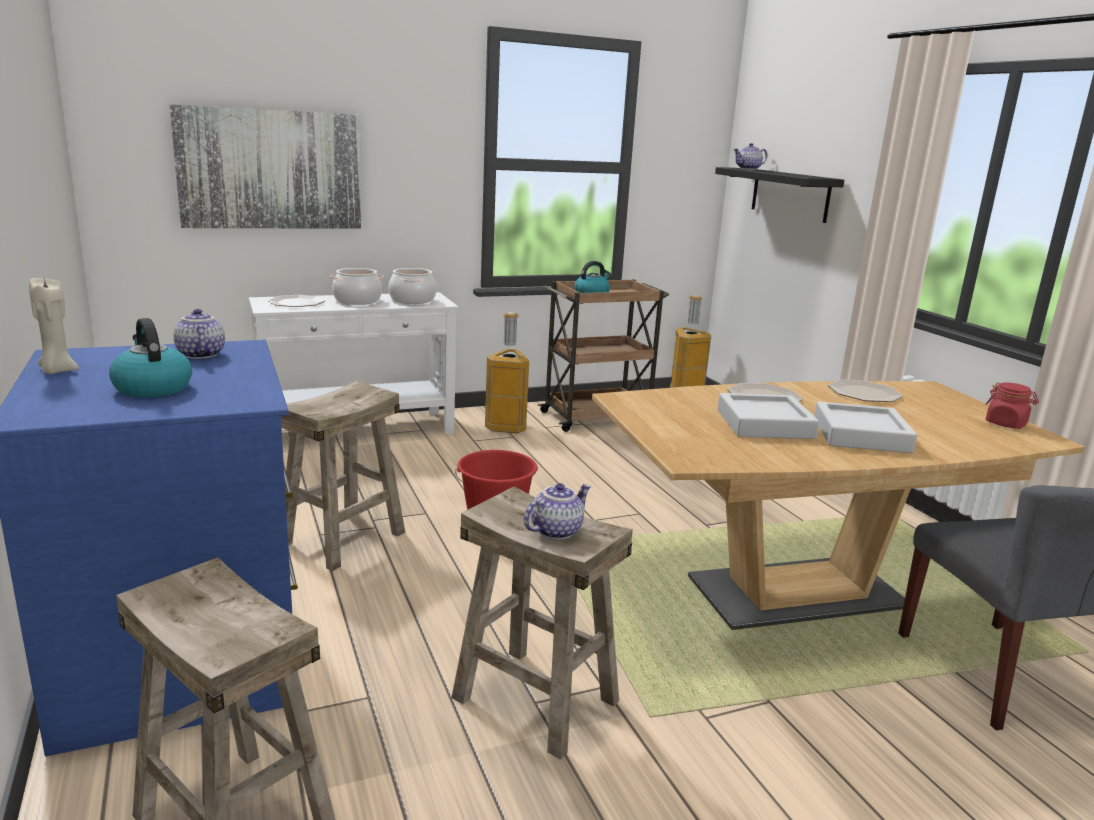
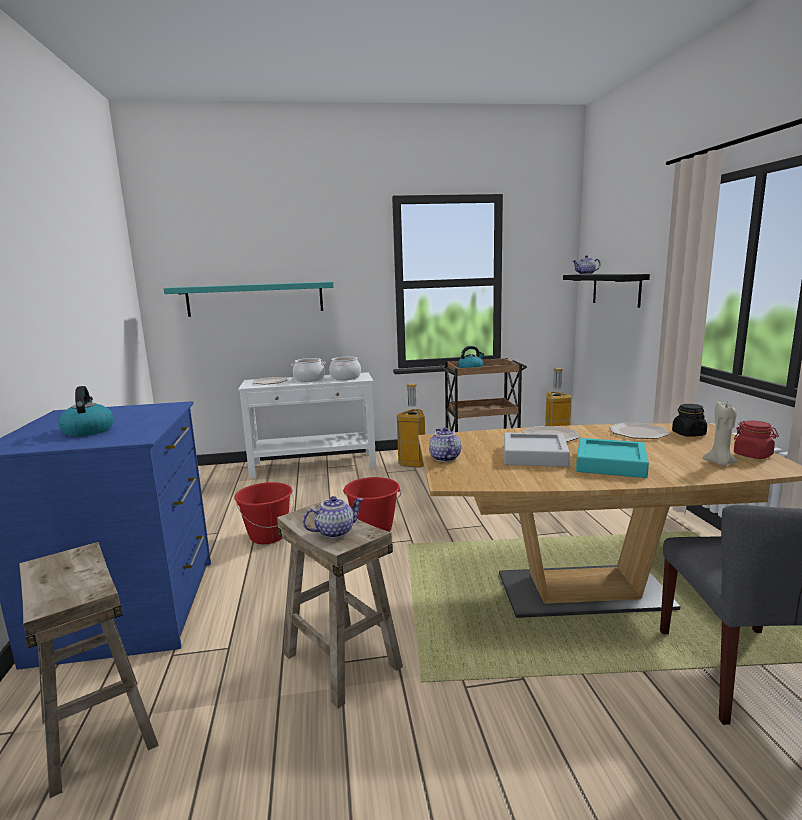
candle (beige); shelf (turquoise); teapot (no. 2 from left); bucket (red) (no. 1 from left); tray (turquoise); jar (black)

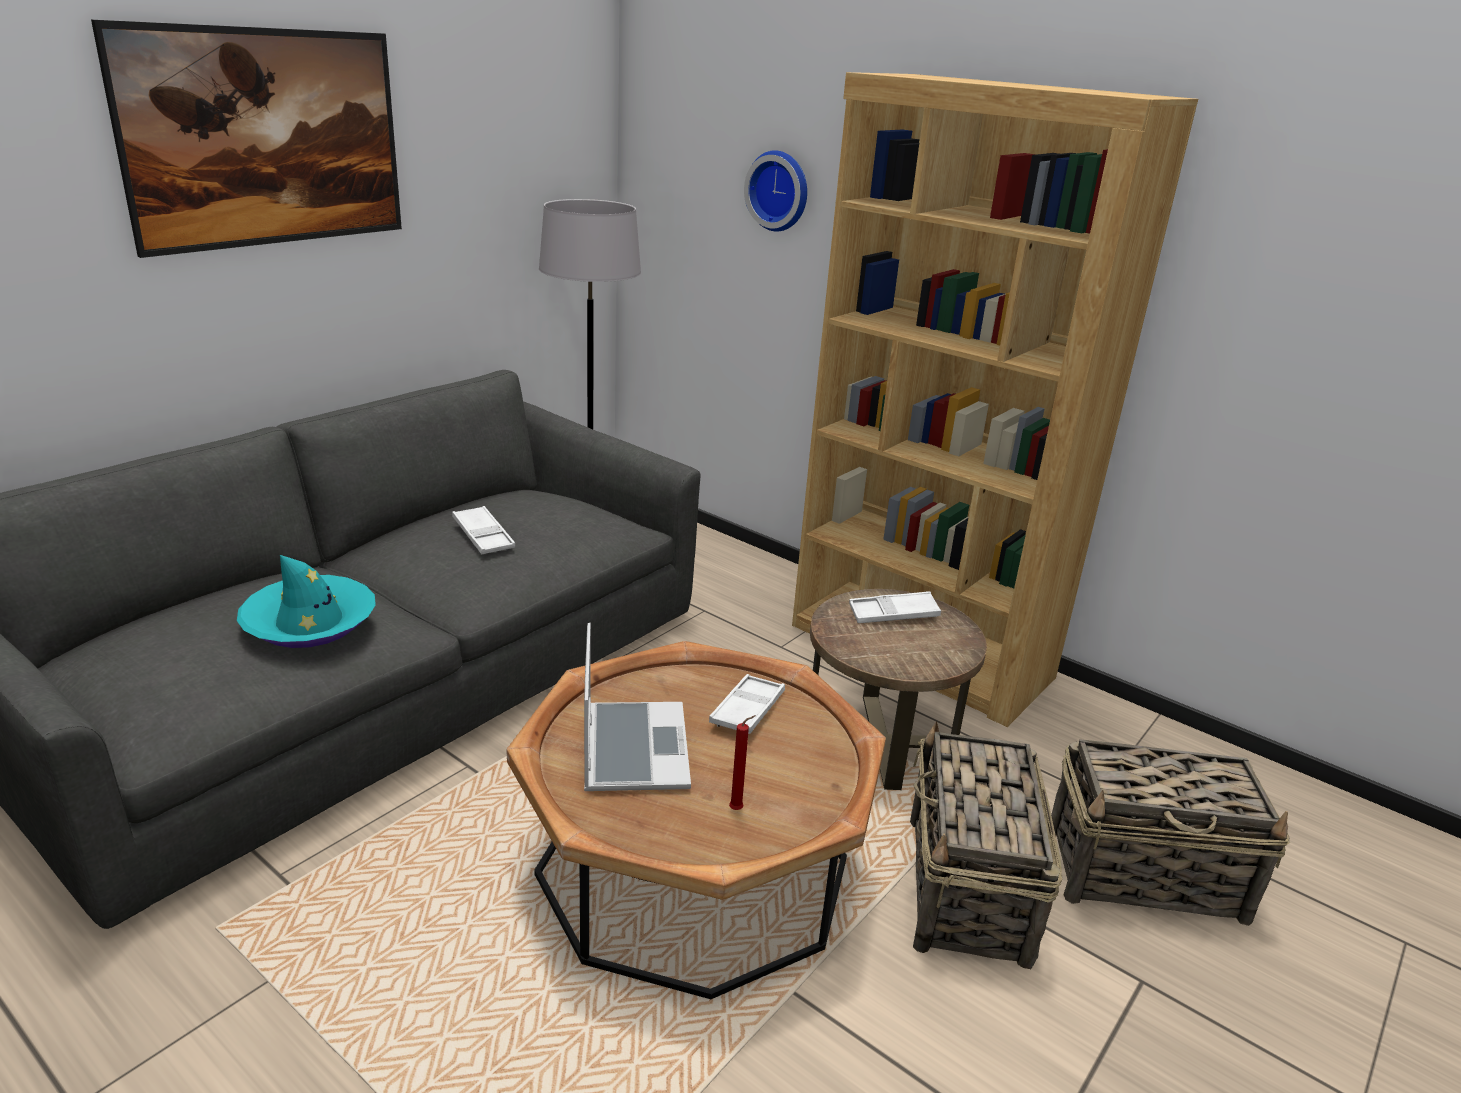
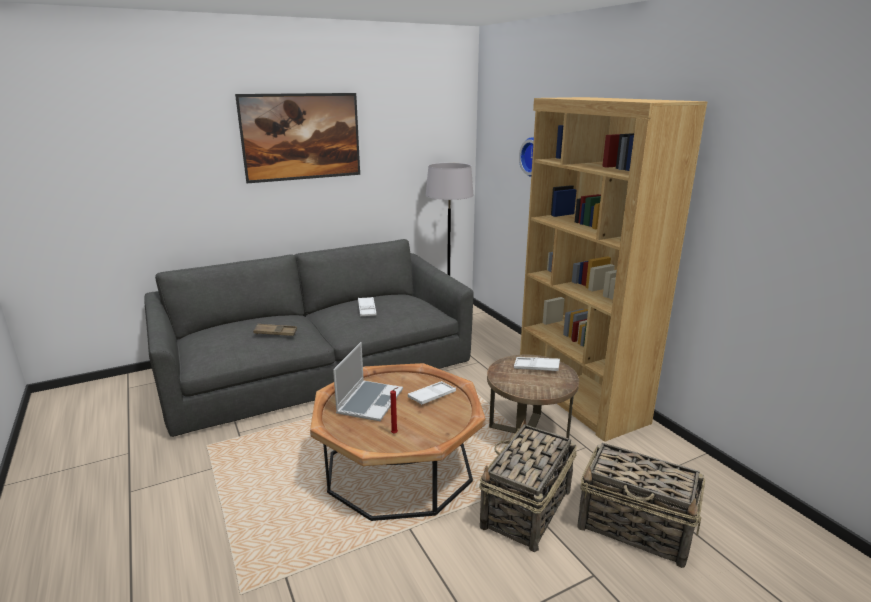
tray (brown)

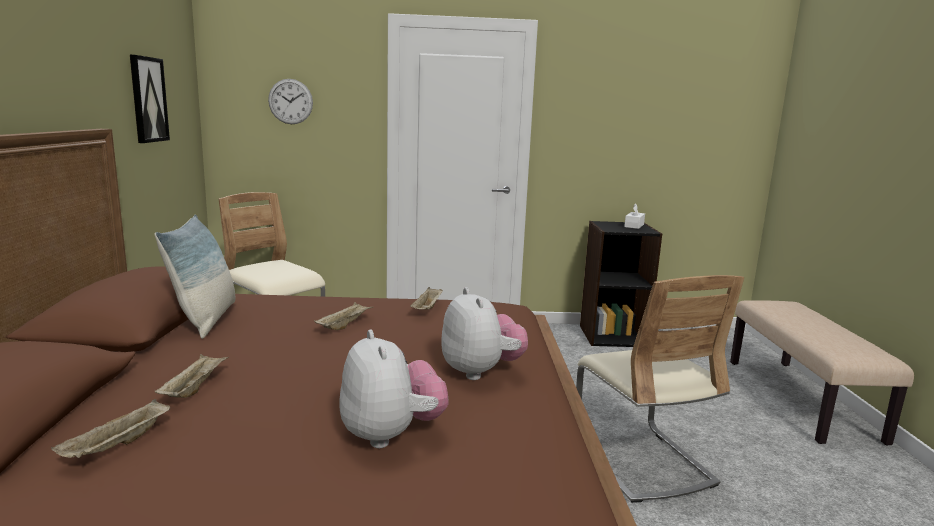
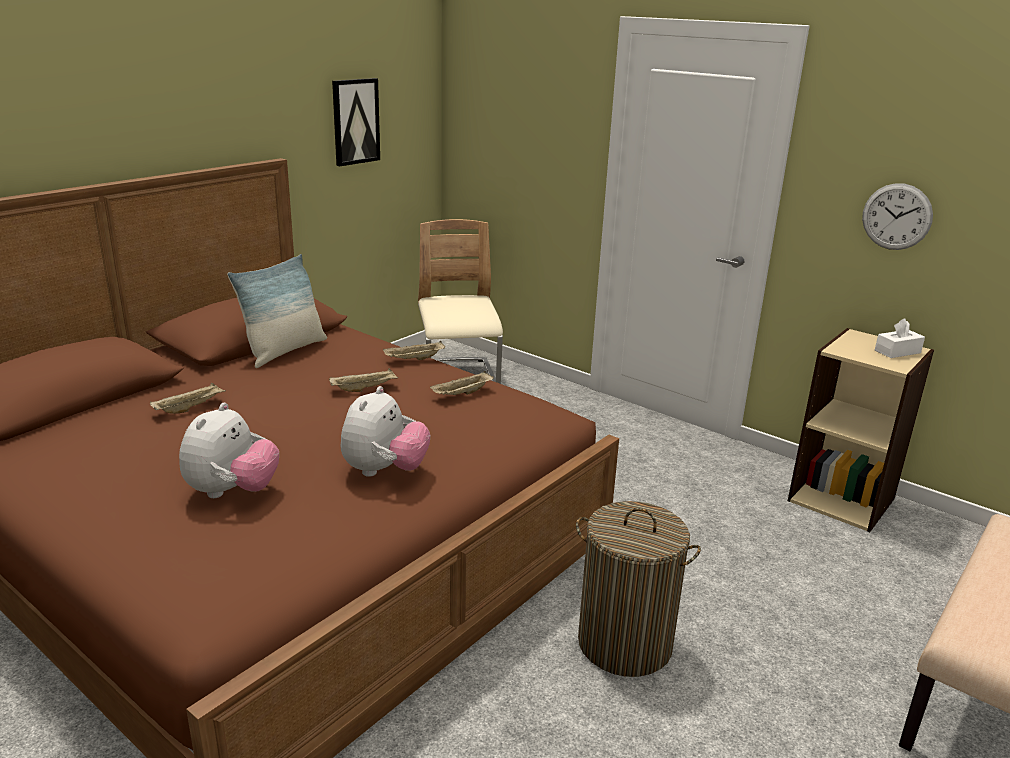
tray (beige) (no. 3 from left); wall clock; laundry basket; bookcase (beige)

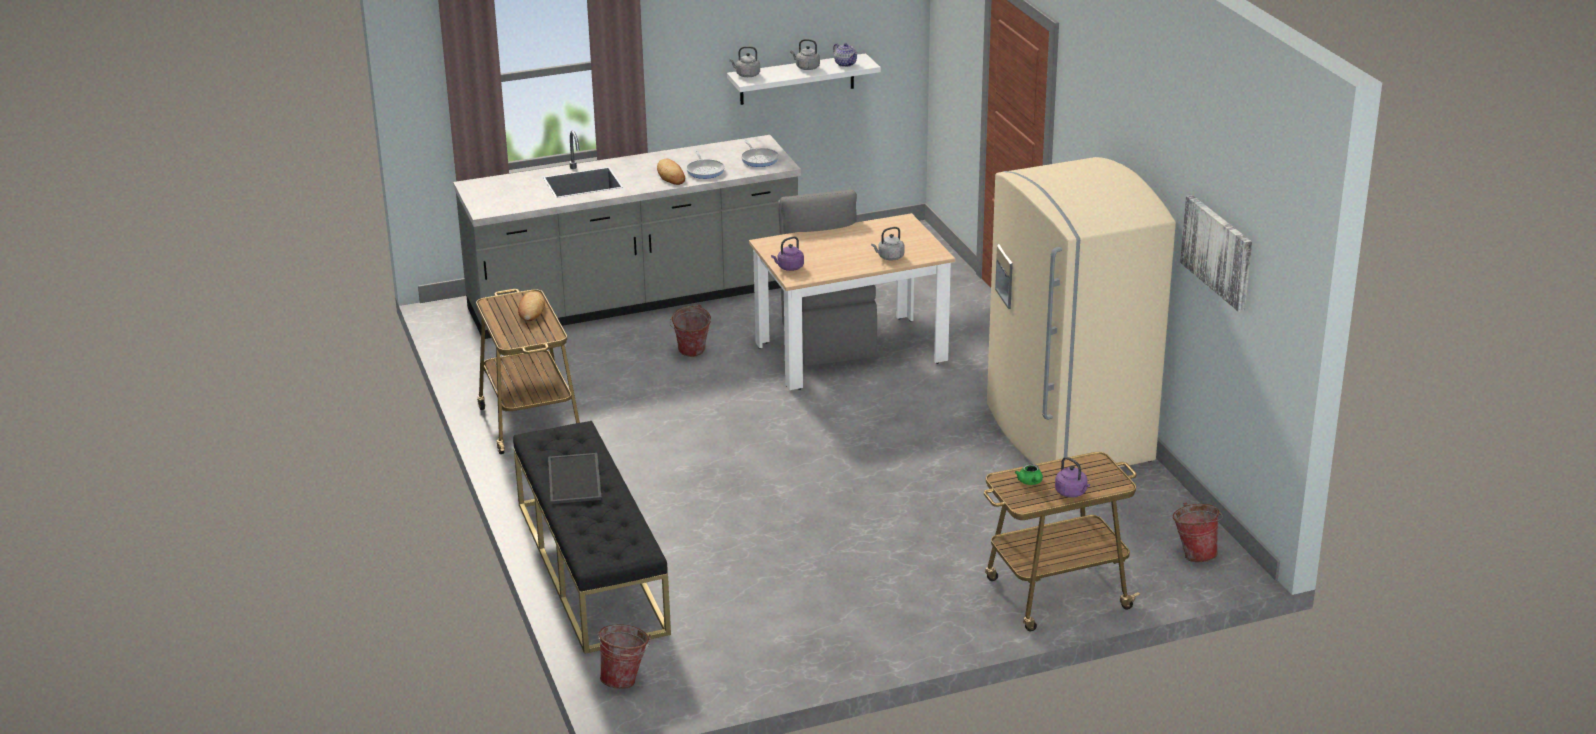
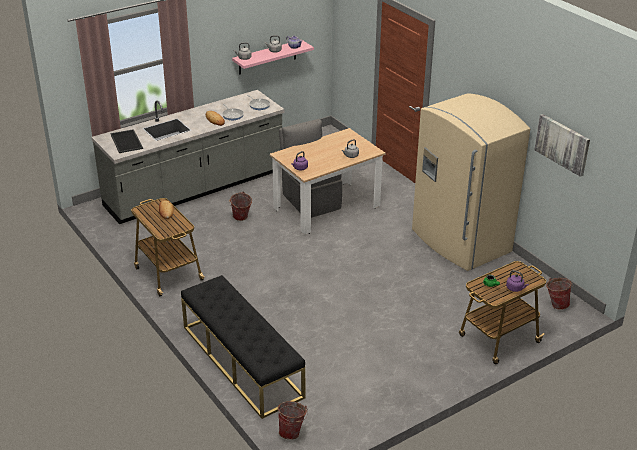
tray; shelf (pink)

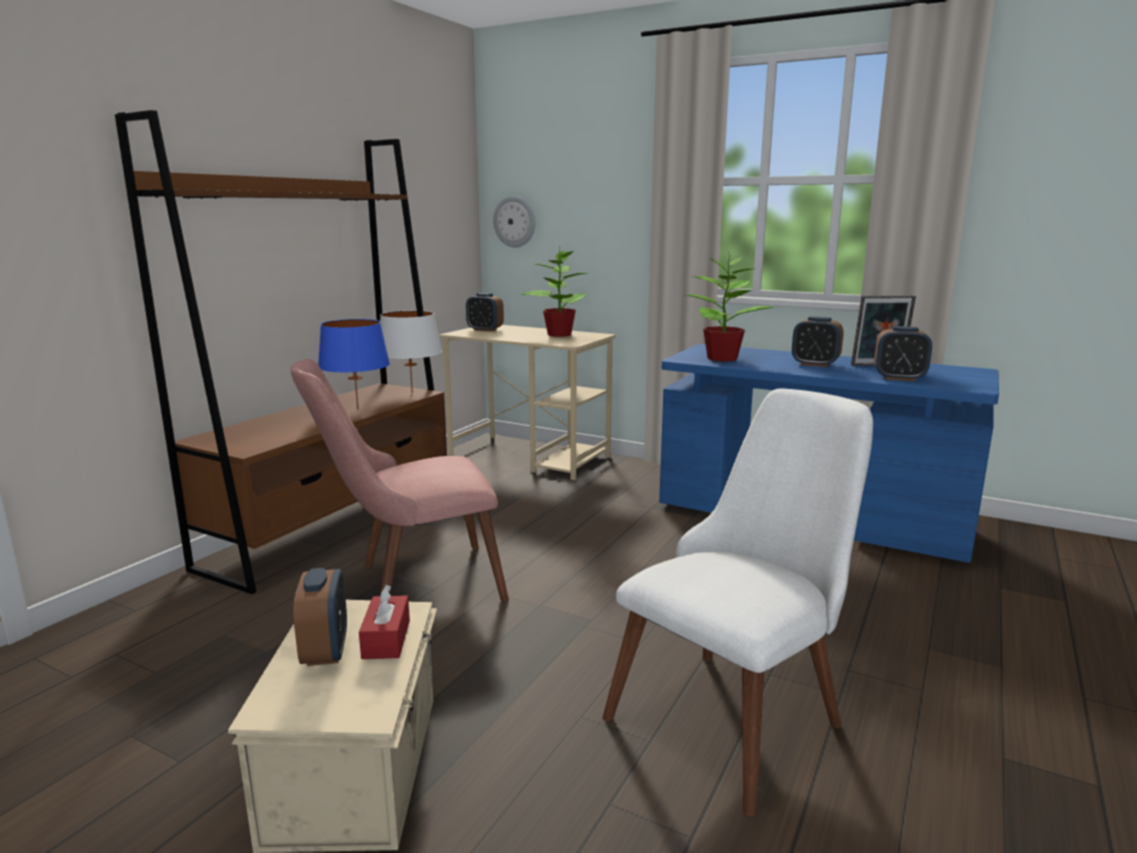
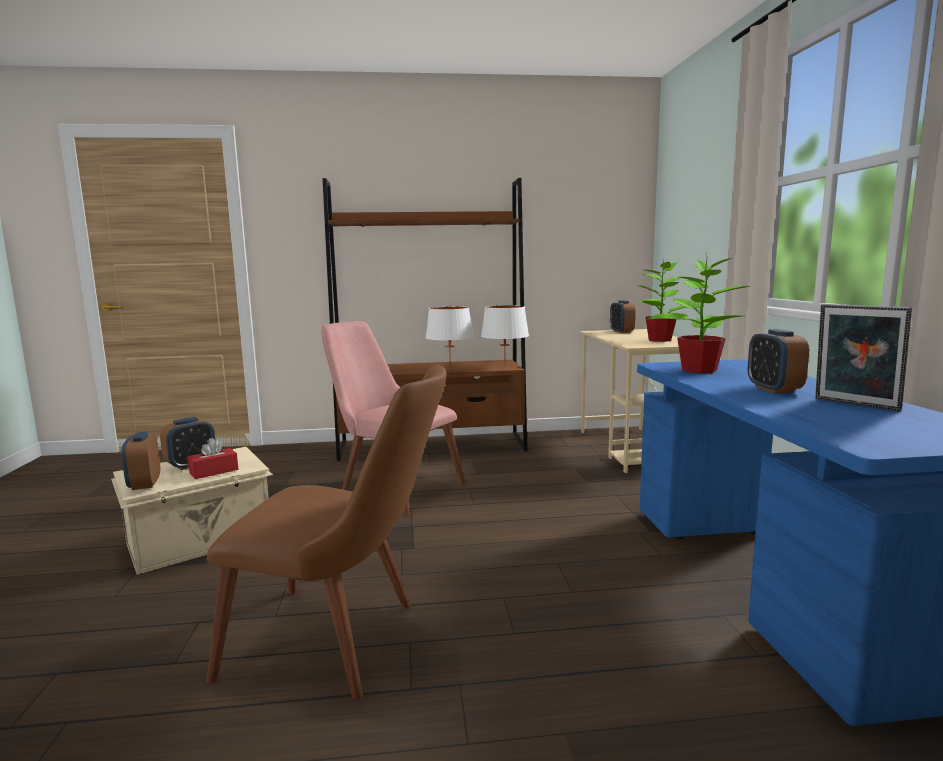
table lamp (white) (no. 1 from left); wall clock; chair (brown); alarm clock (no. 1 from left)

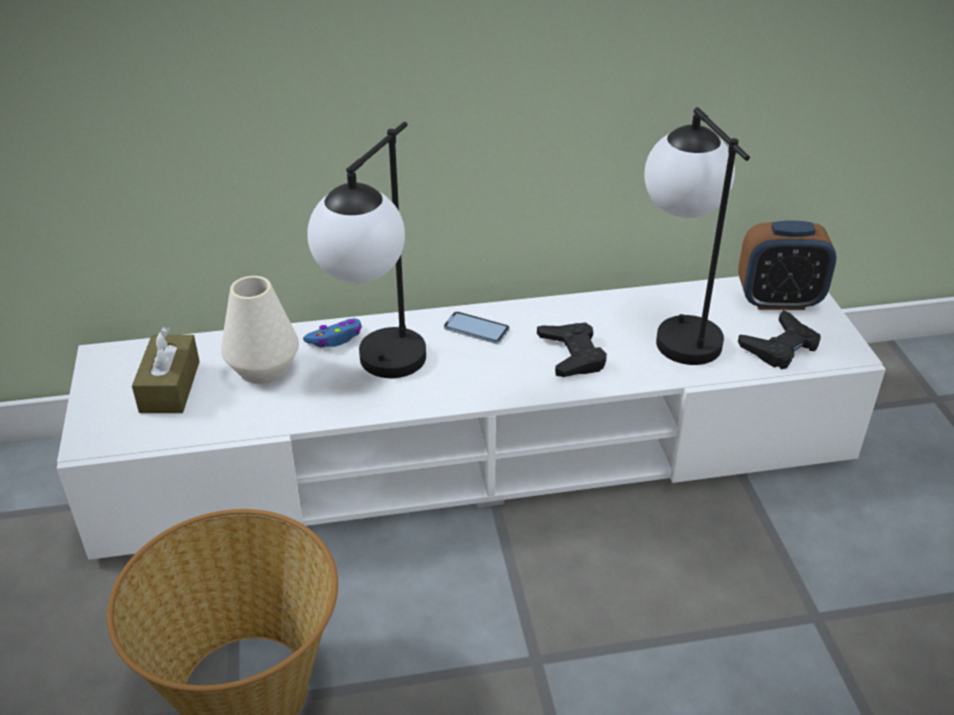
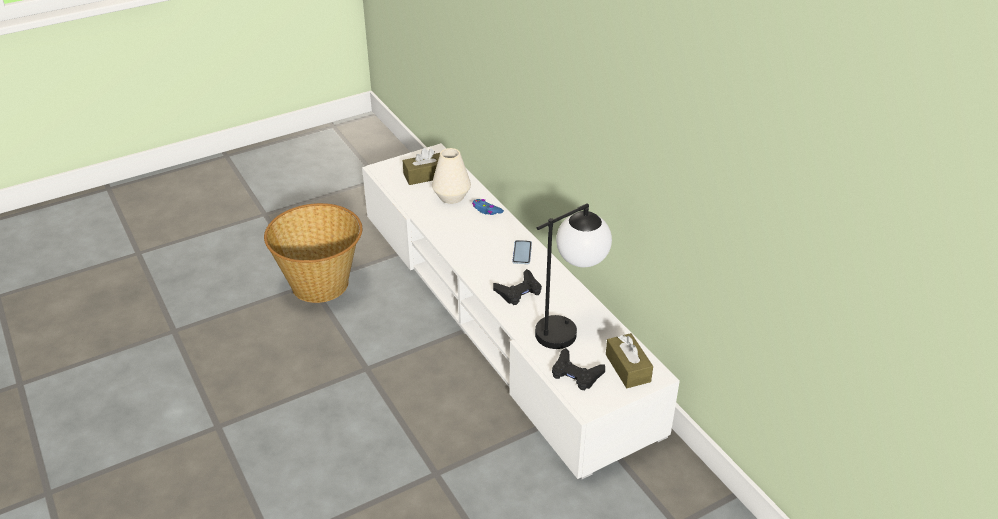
table lamp (no. 1 from left in the first image); tissue box (brown) (no. 2 from left)

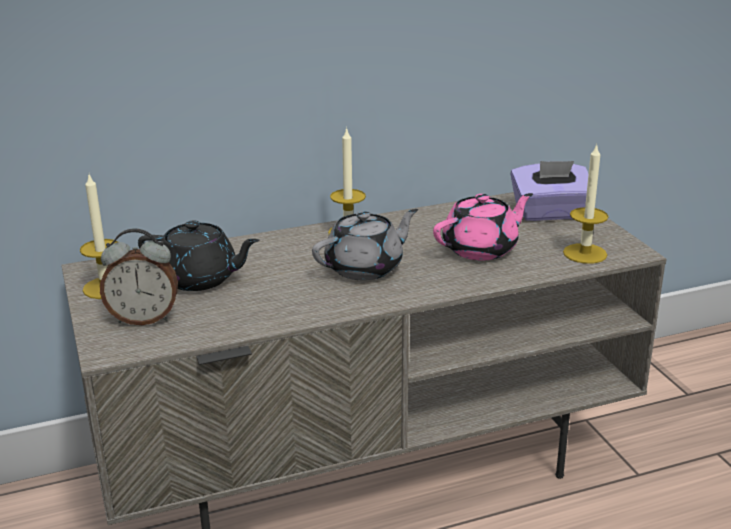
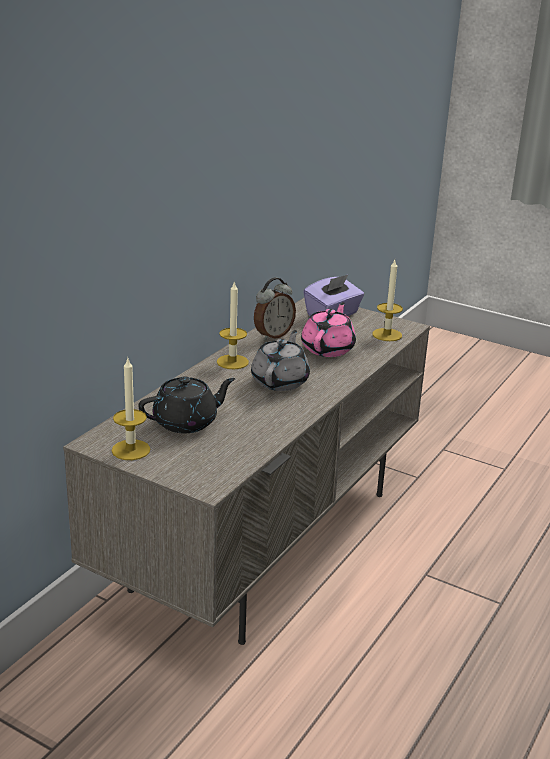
alarm clock

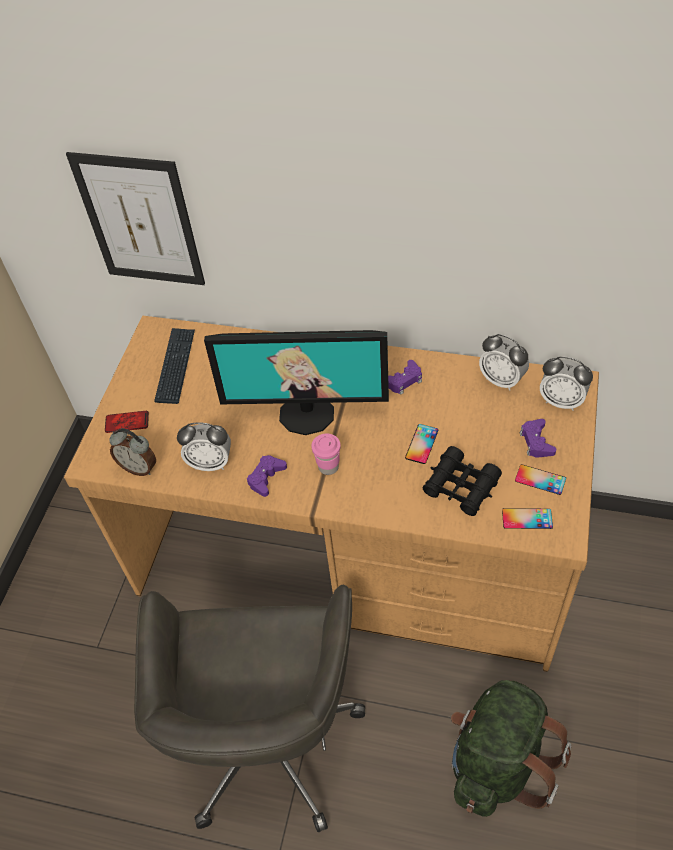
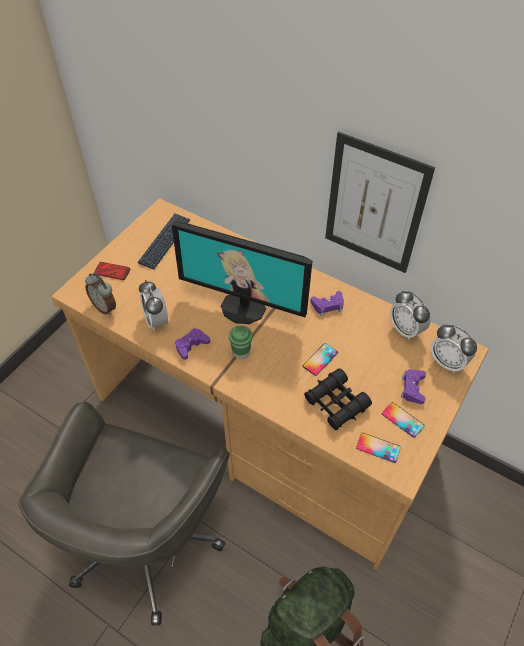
picture; alarm clock (no. 2 from left); cup (green)

